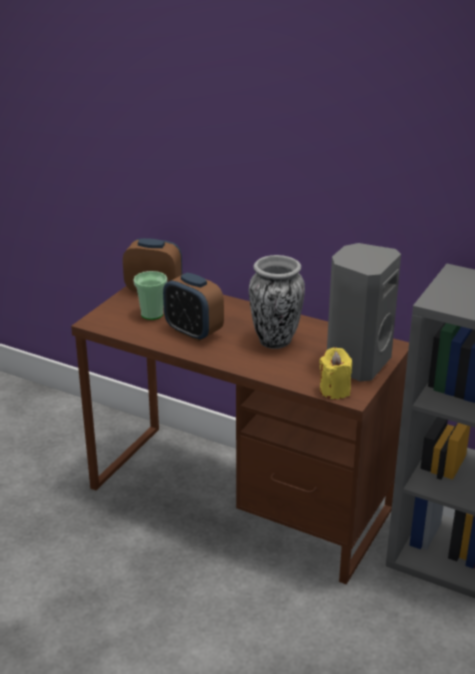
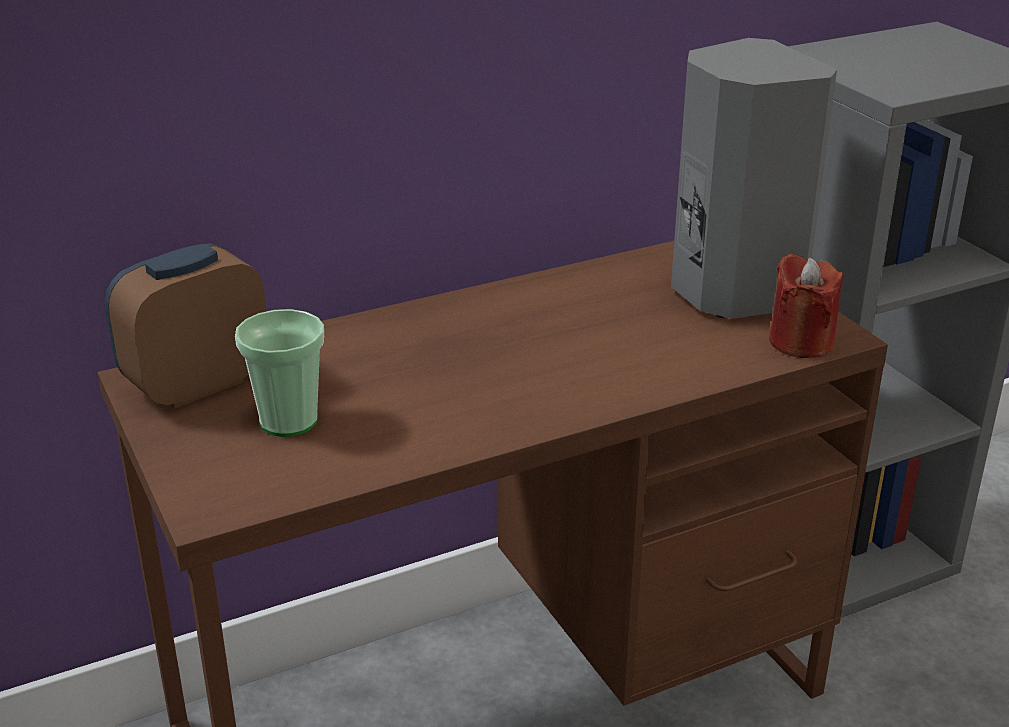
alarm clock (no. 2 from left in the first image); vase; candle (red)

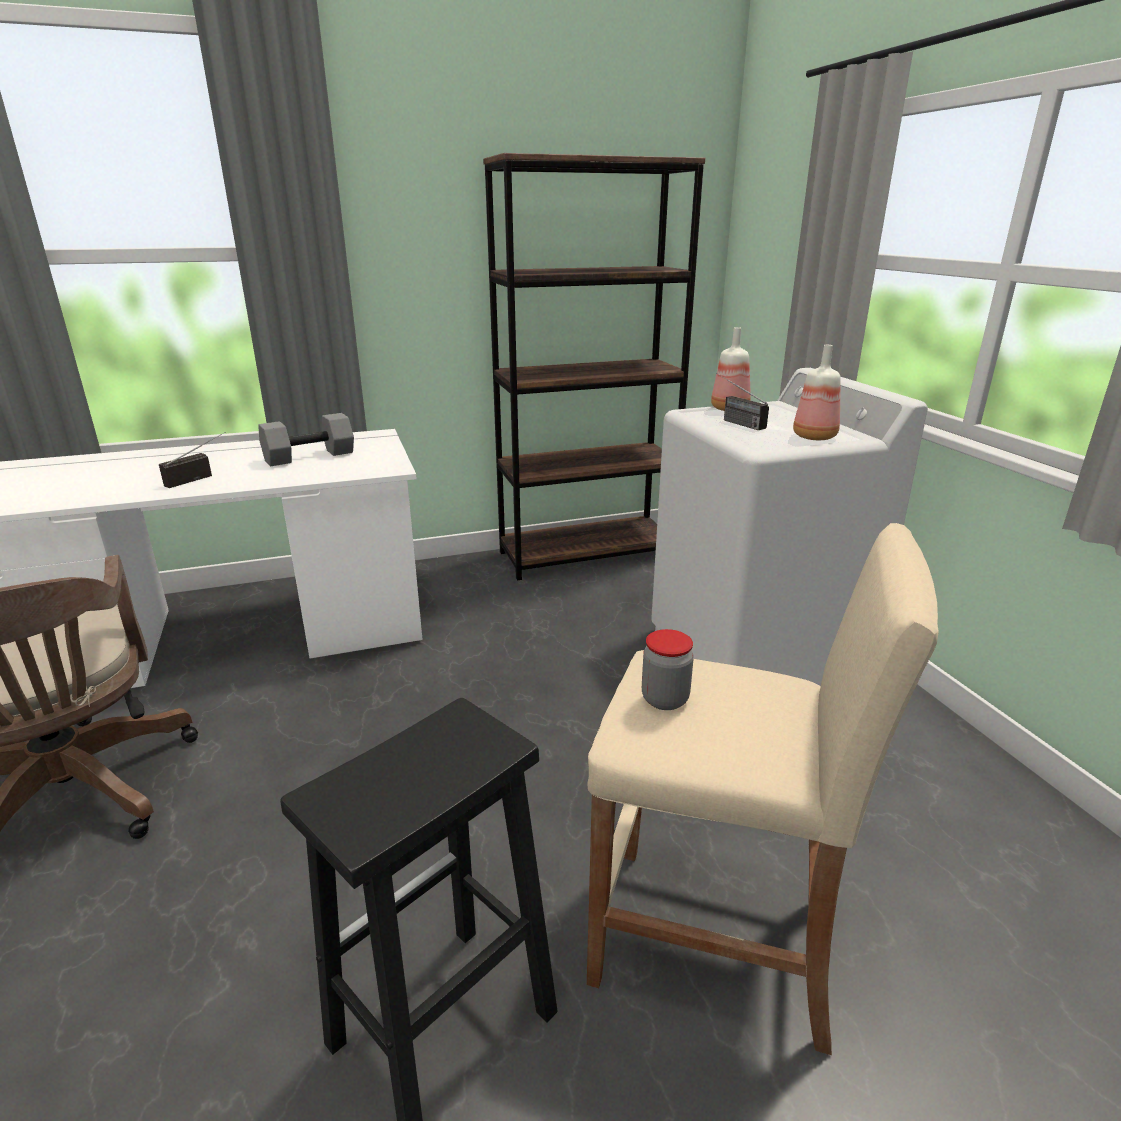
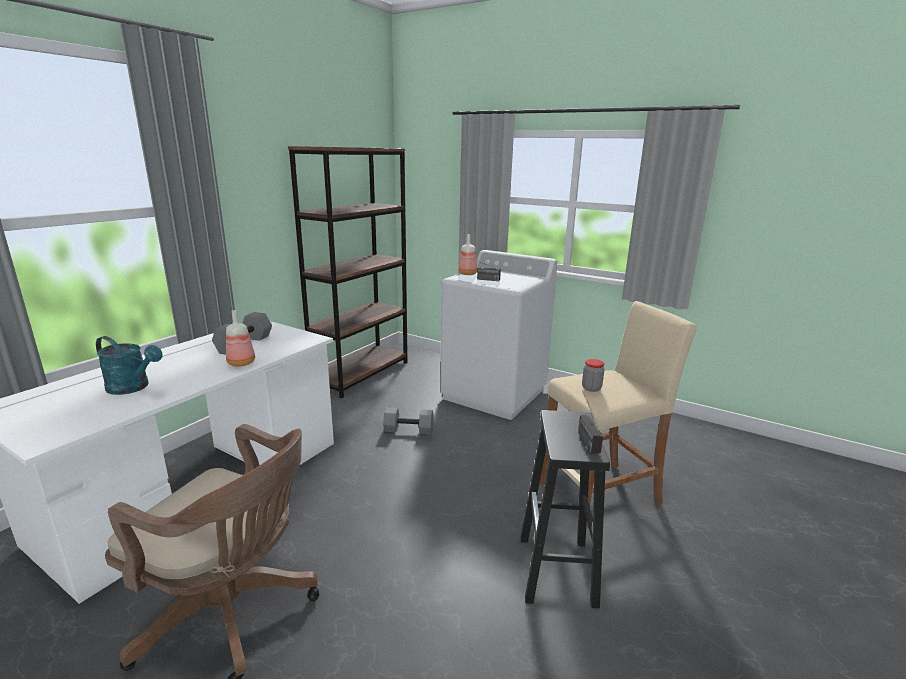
radio (no. 2 from left); bottle (no. 1 from left); watering can (turquoise); dumbbell (grey) (no. 2 from left)

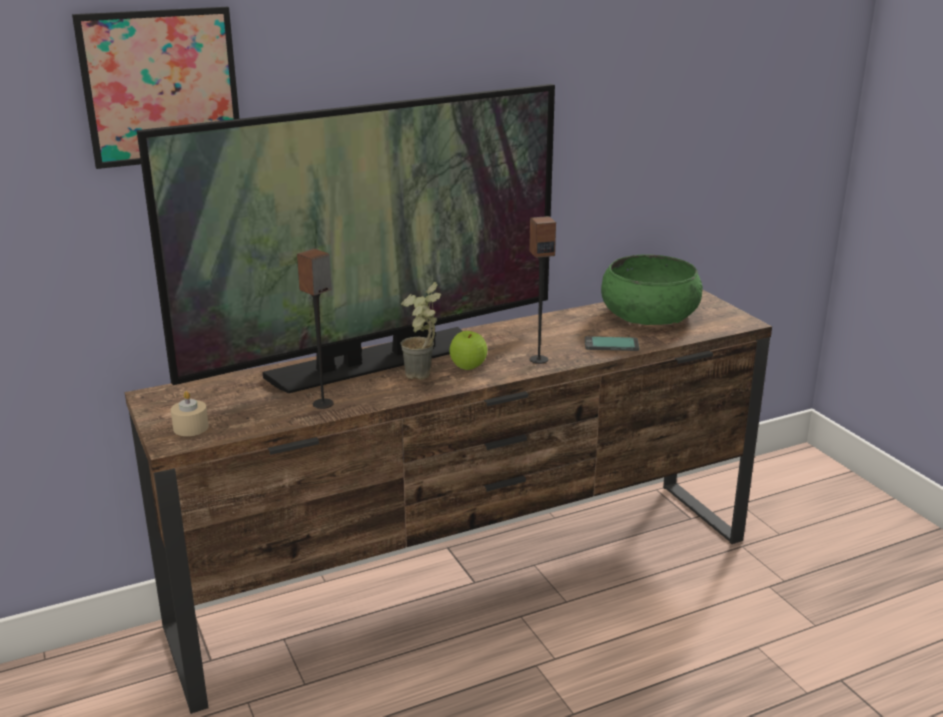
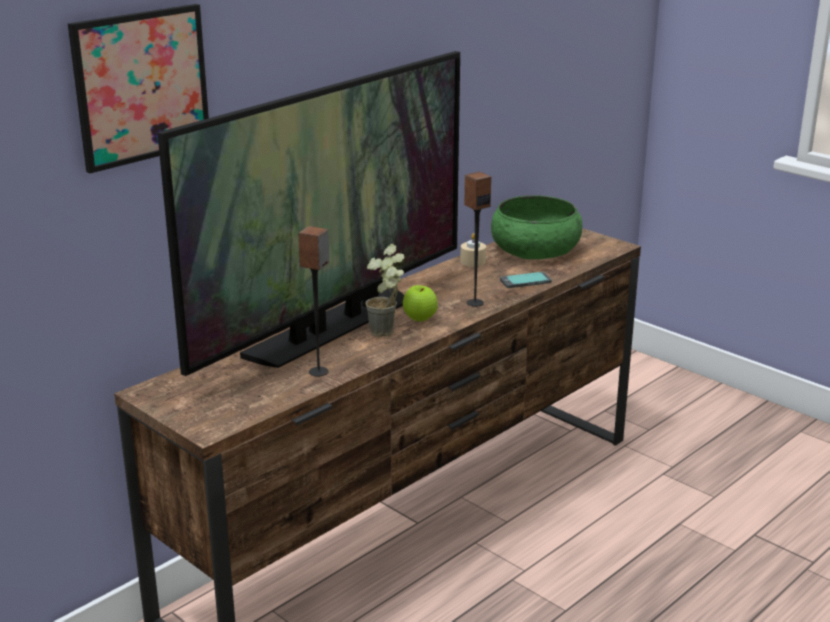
candle (beige)

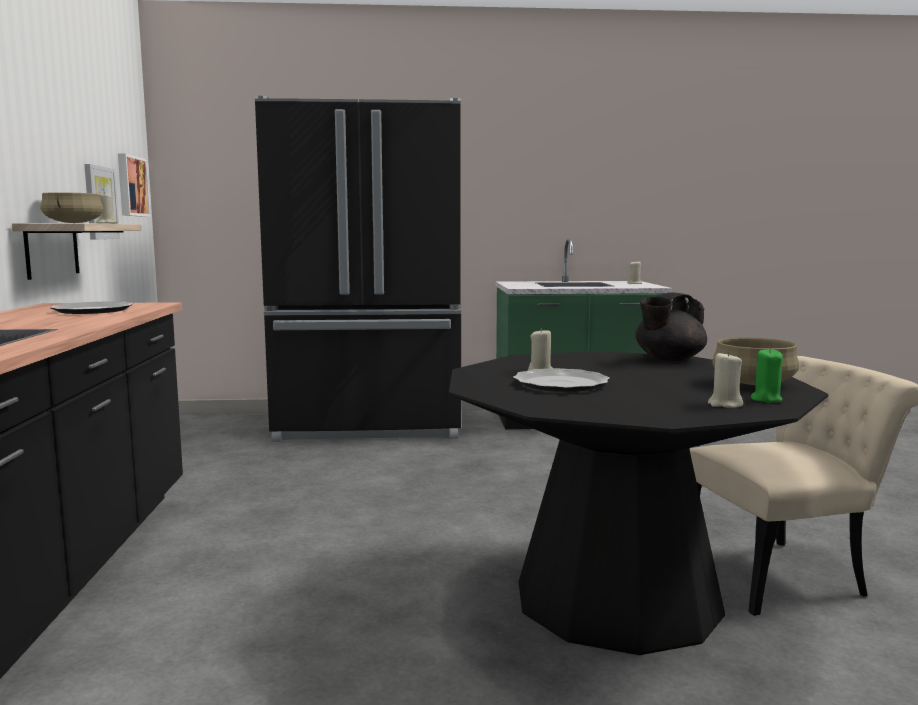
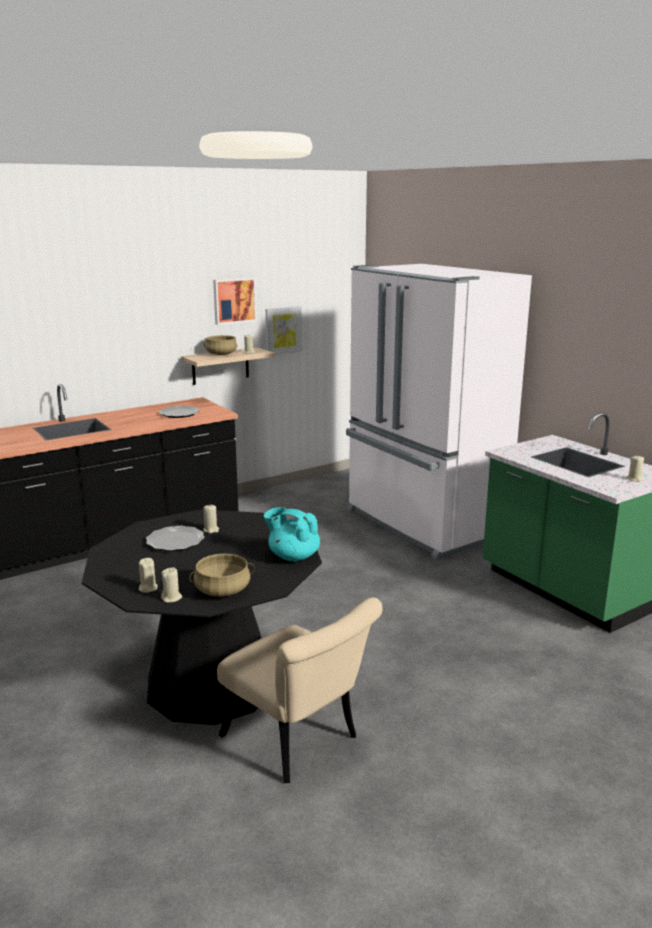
picture (no. 1 from left); fridge (white); teapot (turquoise); candle (beige) (no. 2 from left)

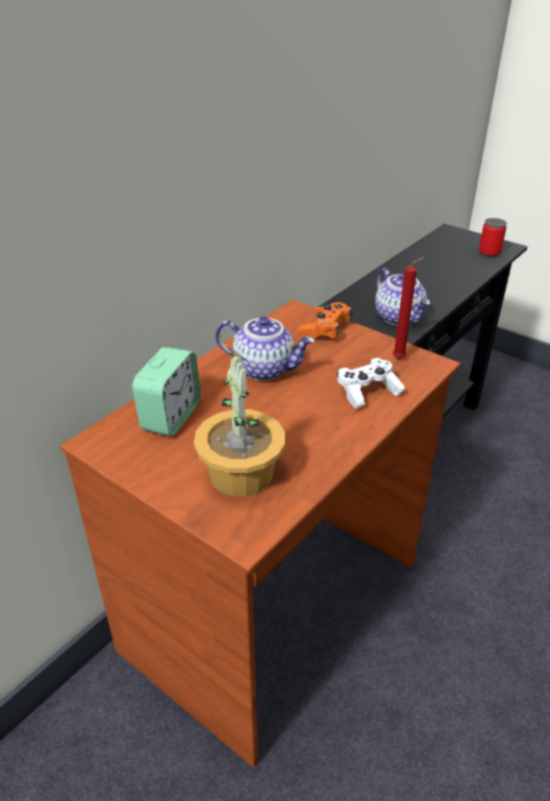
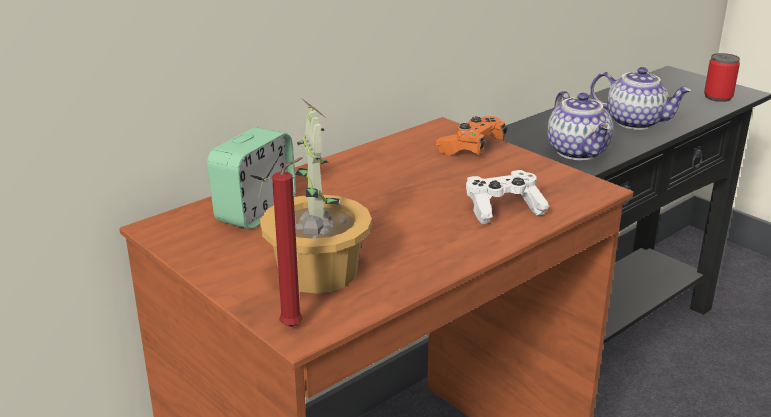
teapot (no. 2 from left); candle (red)

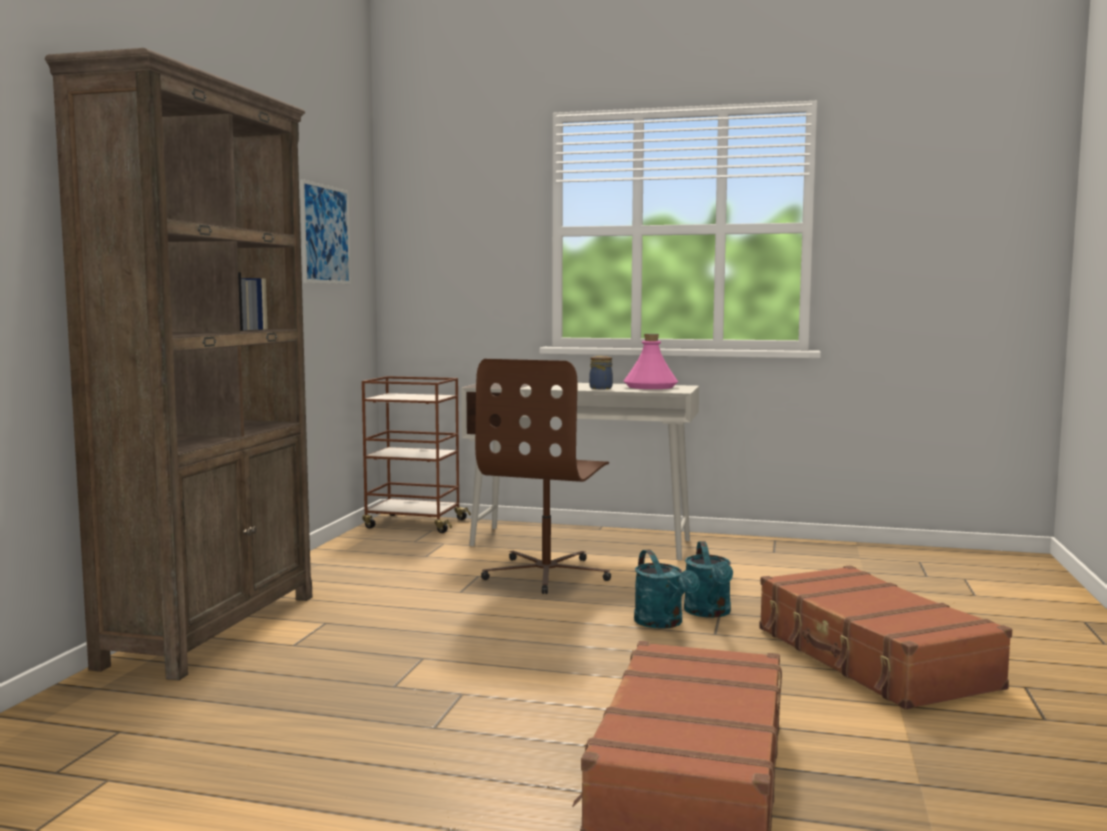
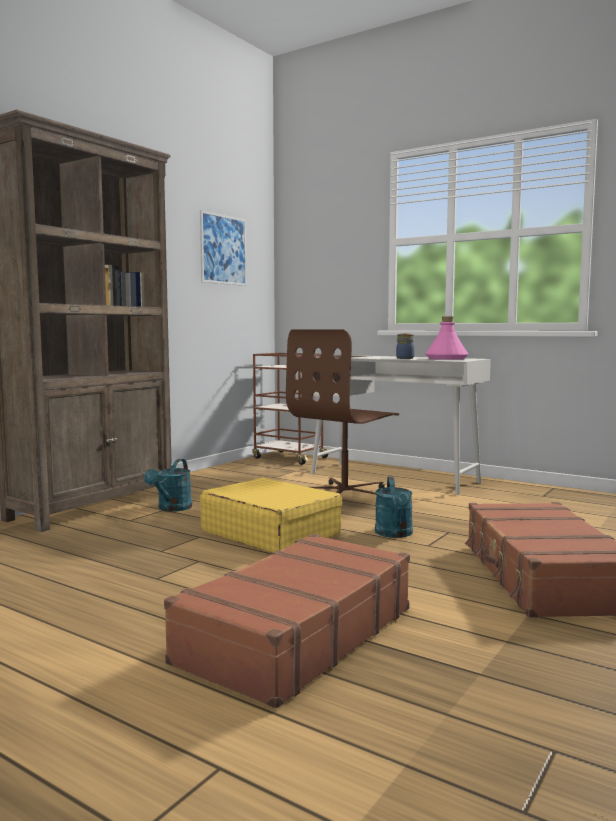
watering can (turquoise) (no. 1 from left); suitcase (yellow)

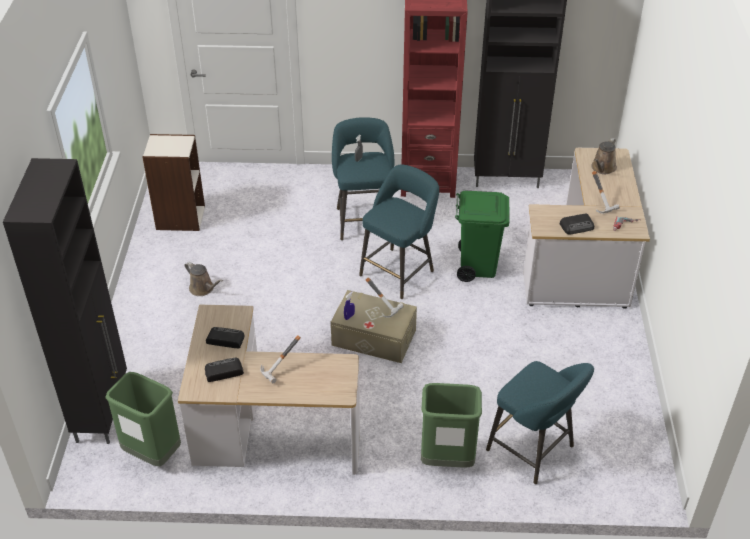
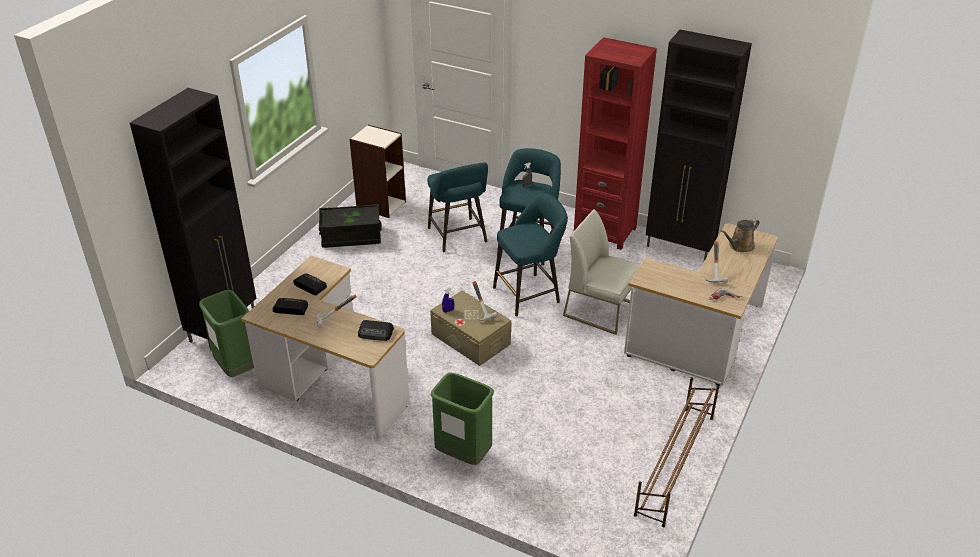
watering can (brown) (no. 1 from left in the first image); chair (white); stool (turquoise) (no. 1 from left); radio (no. 3 from left); storage box (black); shoe rack (brown)

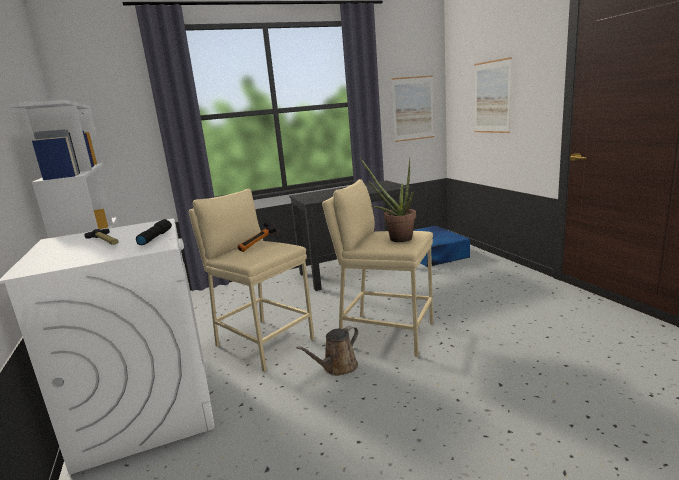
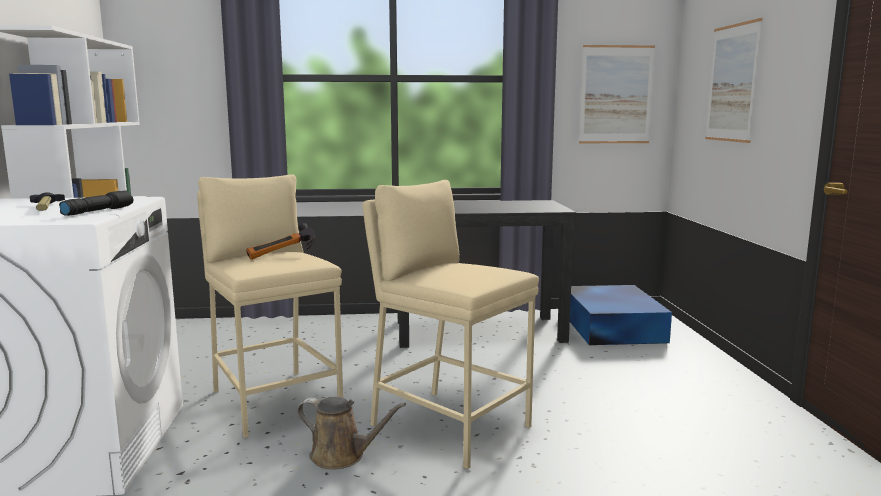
watering can (brown); potted plant

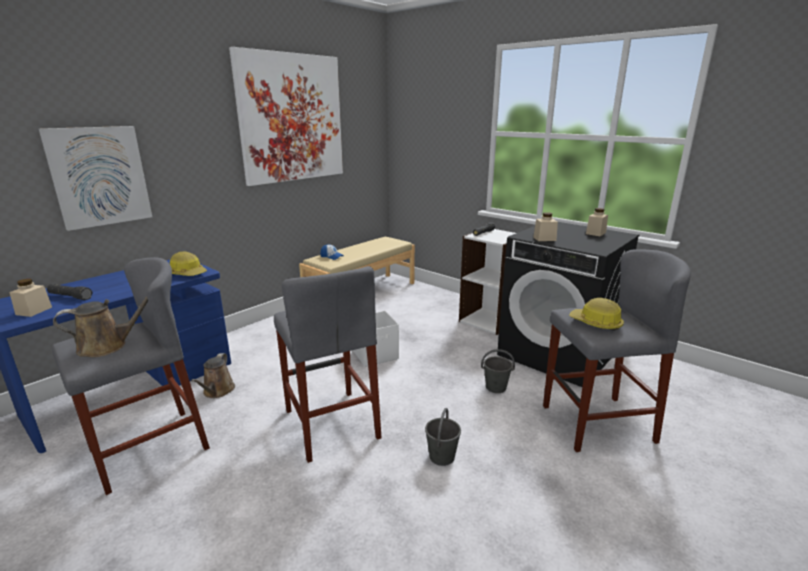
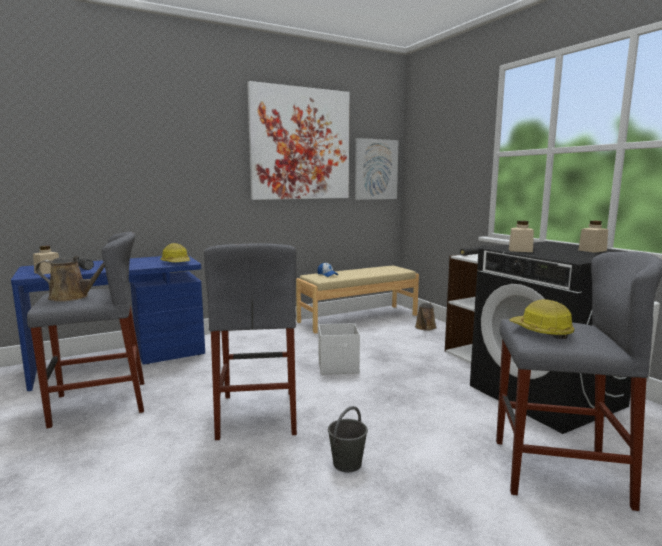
picture (no. 2 from left); watering can (brown) (no. 2 from left); bucket (grey) (no. 2 from left in the first image)

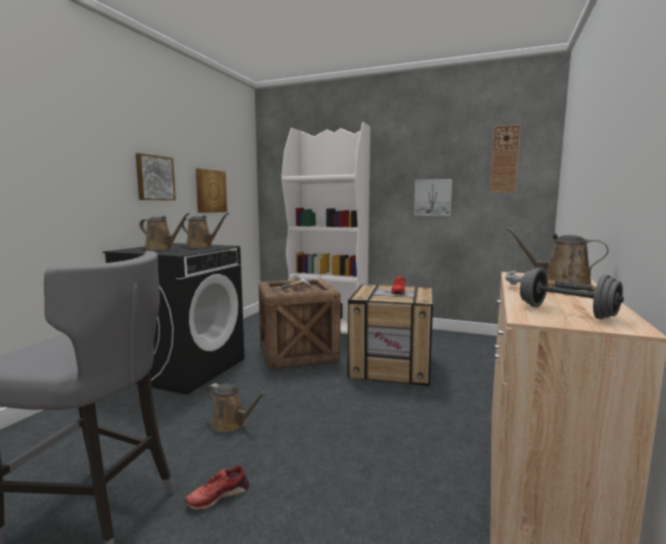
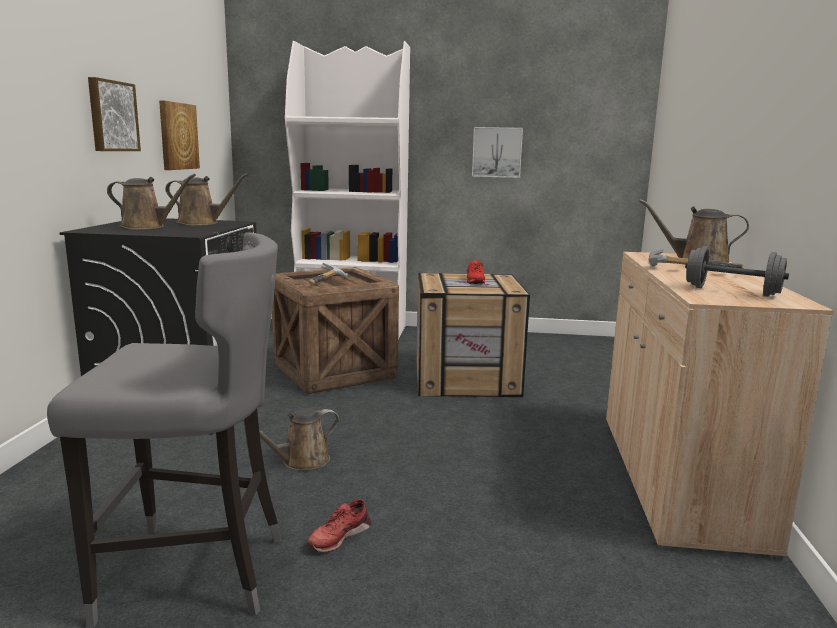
watering can (brown) (no. 3 from left); wall clock

